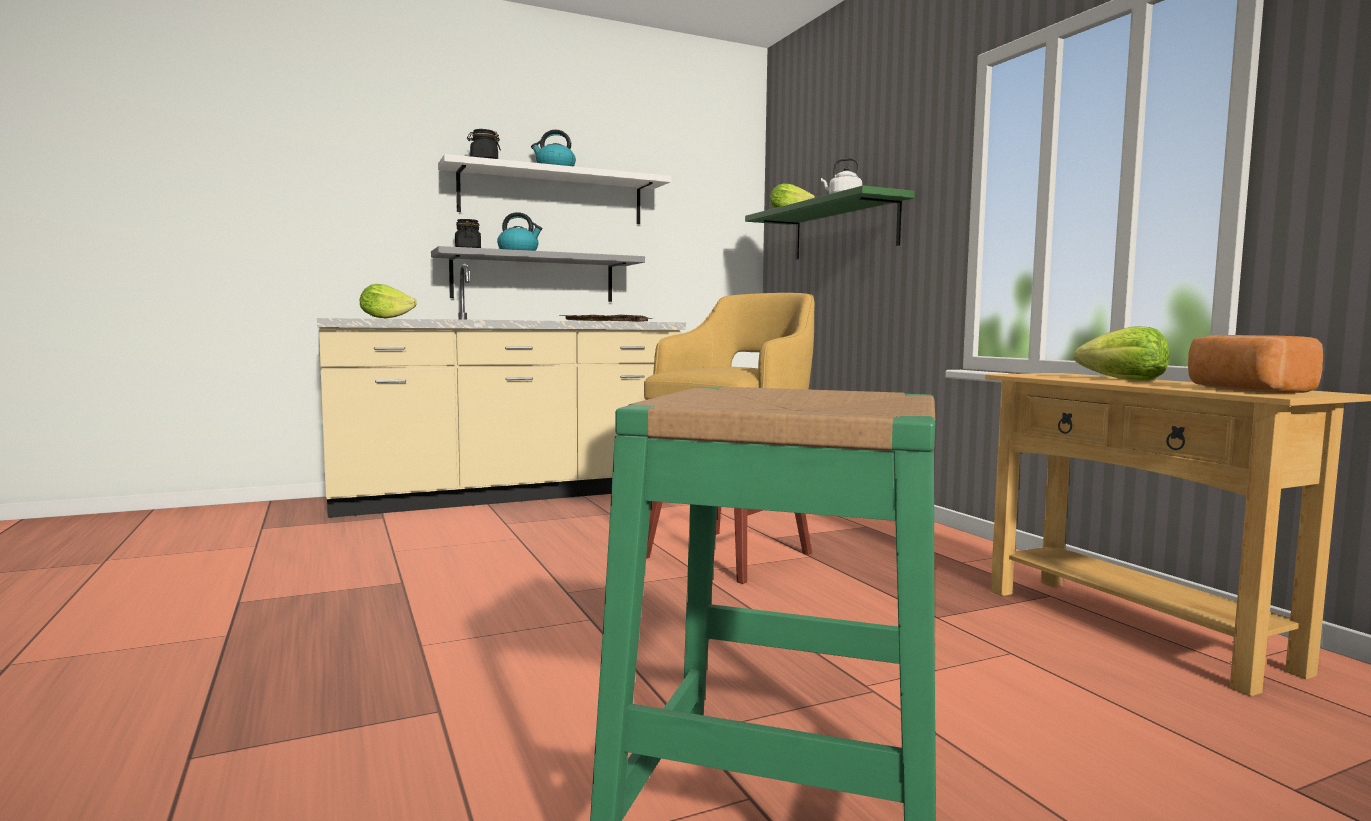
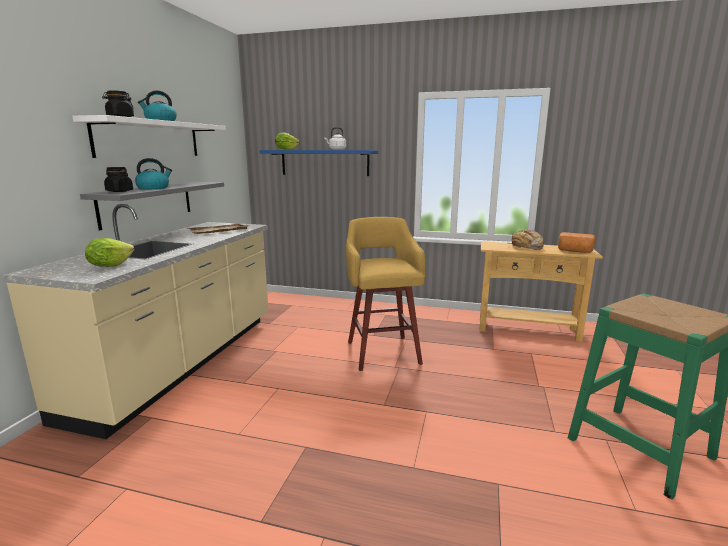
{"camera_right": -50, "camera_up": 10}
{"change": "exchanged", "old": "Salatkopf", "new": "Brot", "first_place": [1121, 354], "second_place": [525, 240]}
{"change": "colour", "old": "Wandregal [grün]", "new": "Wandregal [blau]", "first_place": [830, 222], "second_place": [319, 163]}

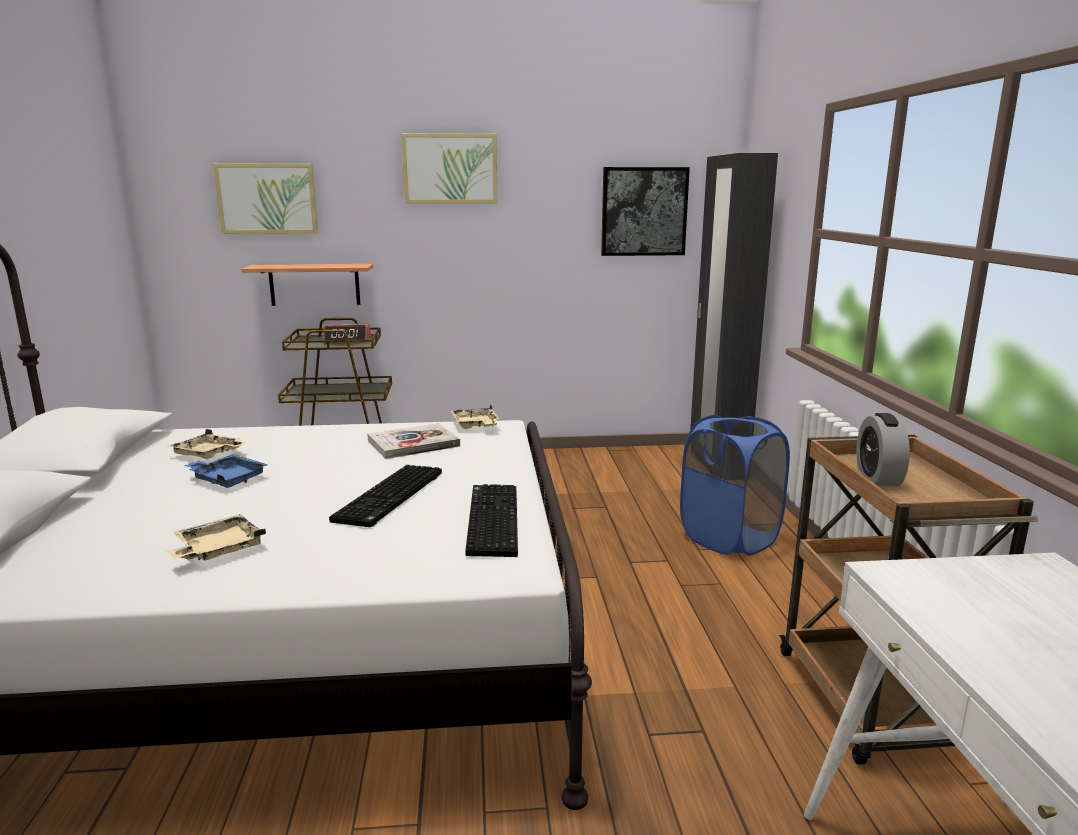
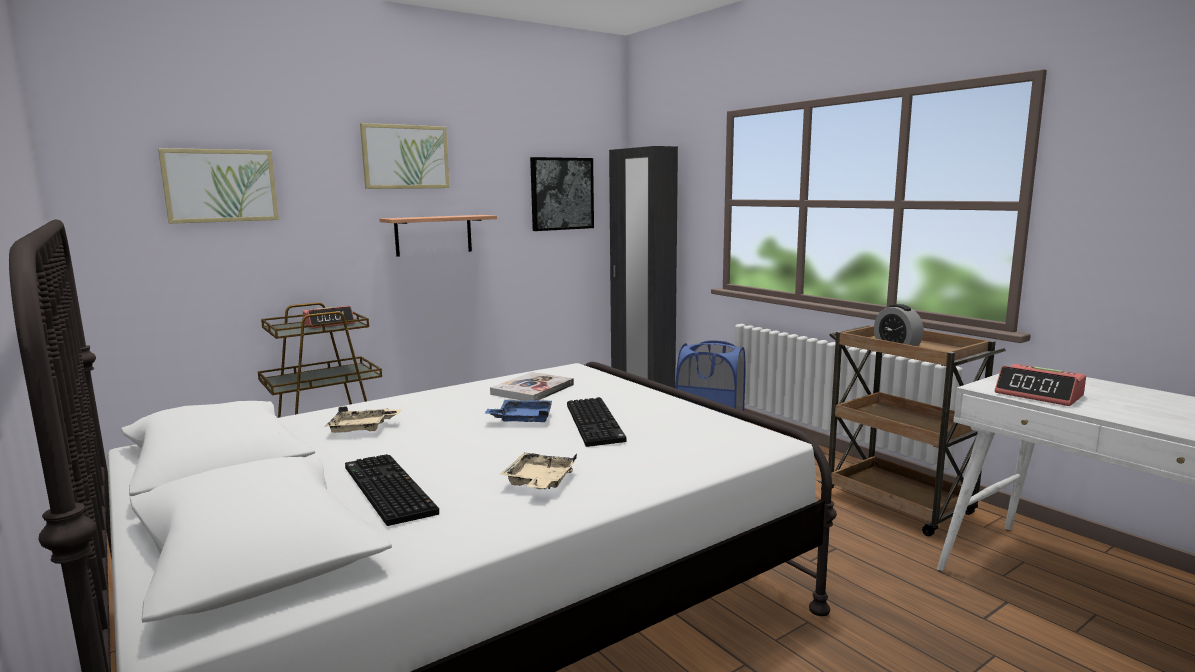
{"camera_right": -30, "camera_up": -5}
{"change": "missing", "old": "Tablett [beige]", "first_place": [475, 416]}
{"change": "appeared", "new": "Wecker", "second_place": [1040, 385]}
{"change": "relocated", "old": "Tablett [blau]", "first_place": [225, 471], "second_place": [518, 411]}
{"change": "relocated", "old": "Wandregal", "first_place": [307, 285], "second_place": [438, 236]}
{"change": "relocated", "old": "Tastatur", "first_place": [491, 520], "second_place": [392, 490]}

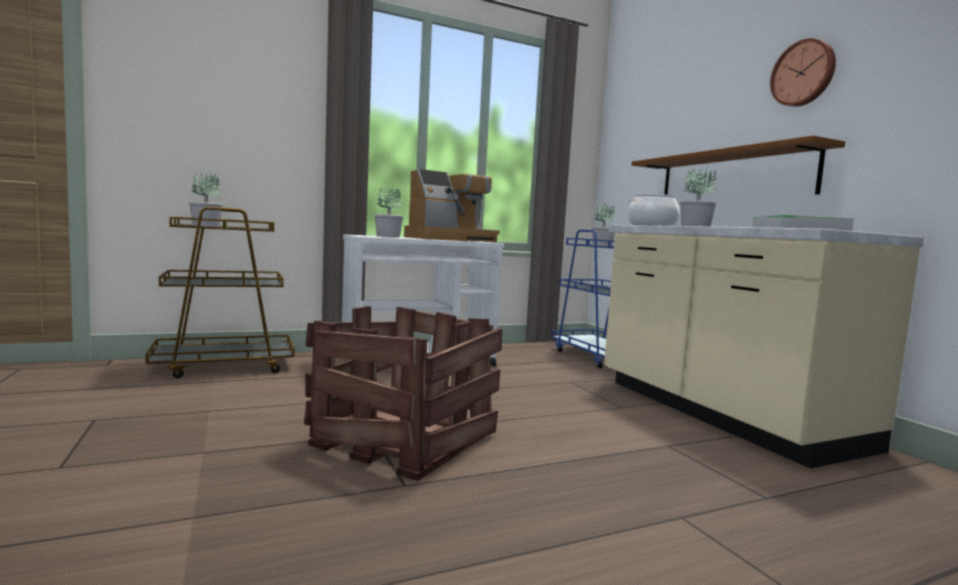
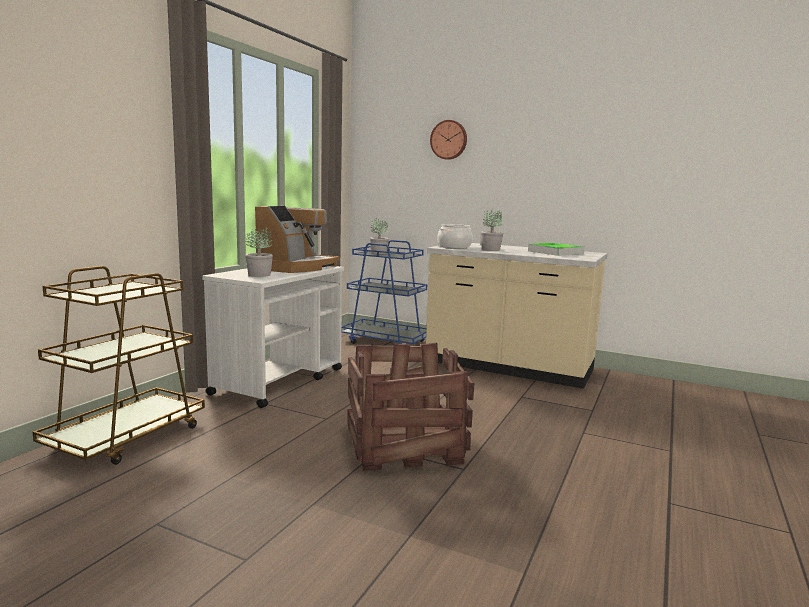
{"camera_right": -40, "camera_up": 5}
{"change": "missing", "old": "Topfpflanze", "first_place": [206, 199]}
{"change": "missing", "old": "Wandregal [braun]", "first_place": [738, 165]}
{"change": "relocated", "old": "Wanduhr", "first_place": [803, 72], "second_place": [448, 140]}

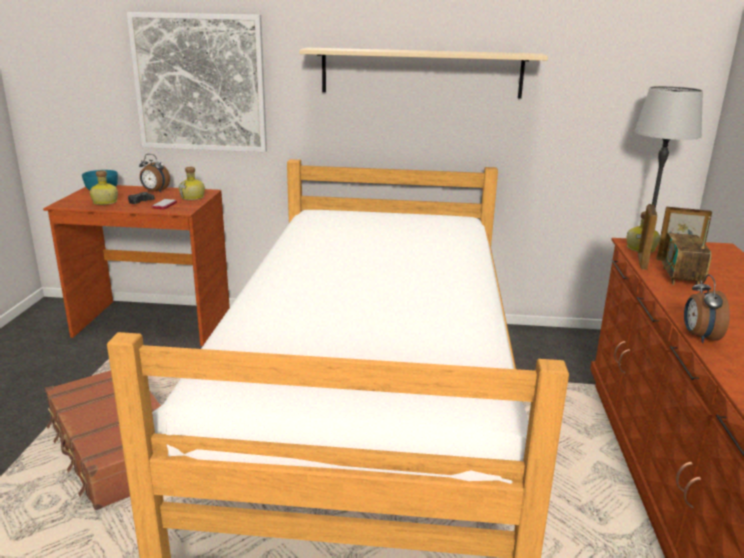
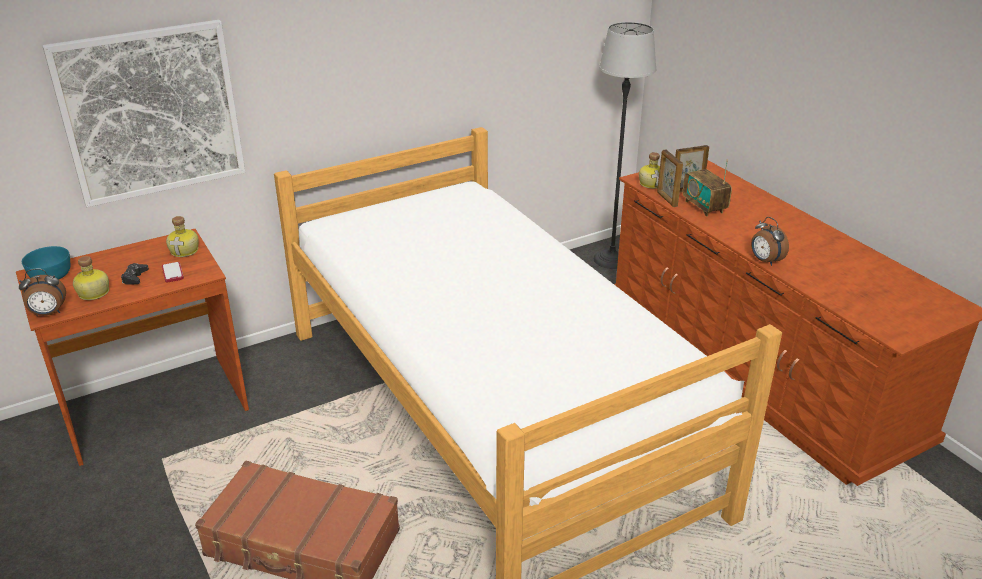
{"camera_right": -35, "camera_up": 10}
{"change": "missing", "old": "Wandregal [beige]", "first_place": [423, 73]}
{"change": "relocated", "old": "Wecker", "first_place": [154, 173], "second_place": [42, 292]}

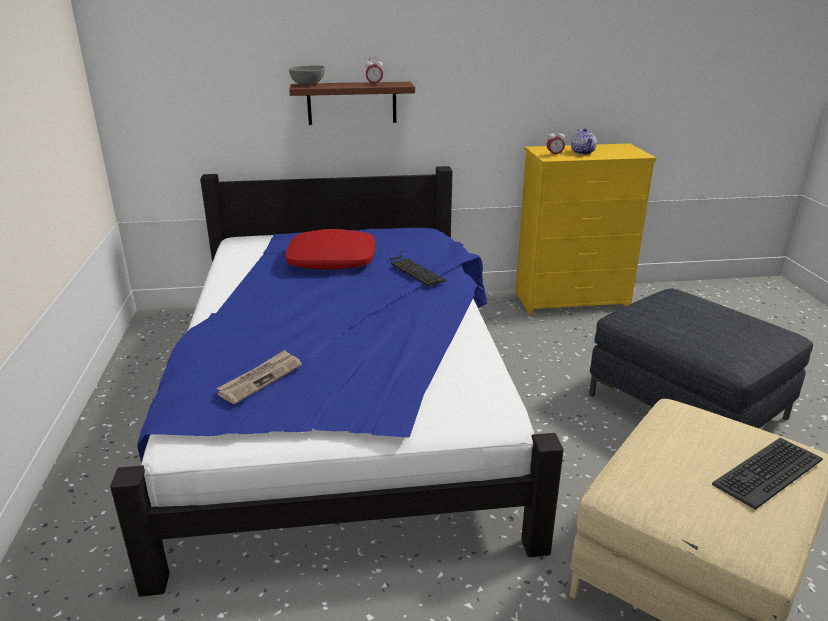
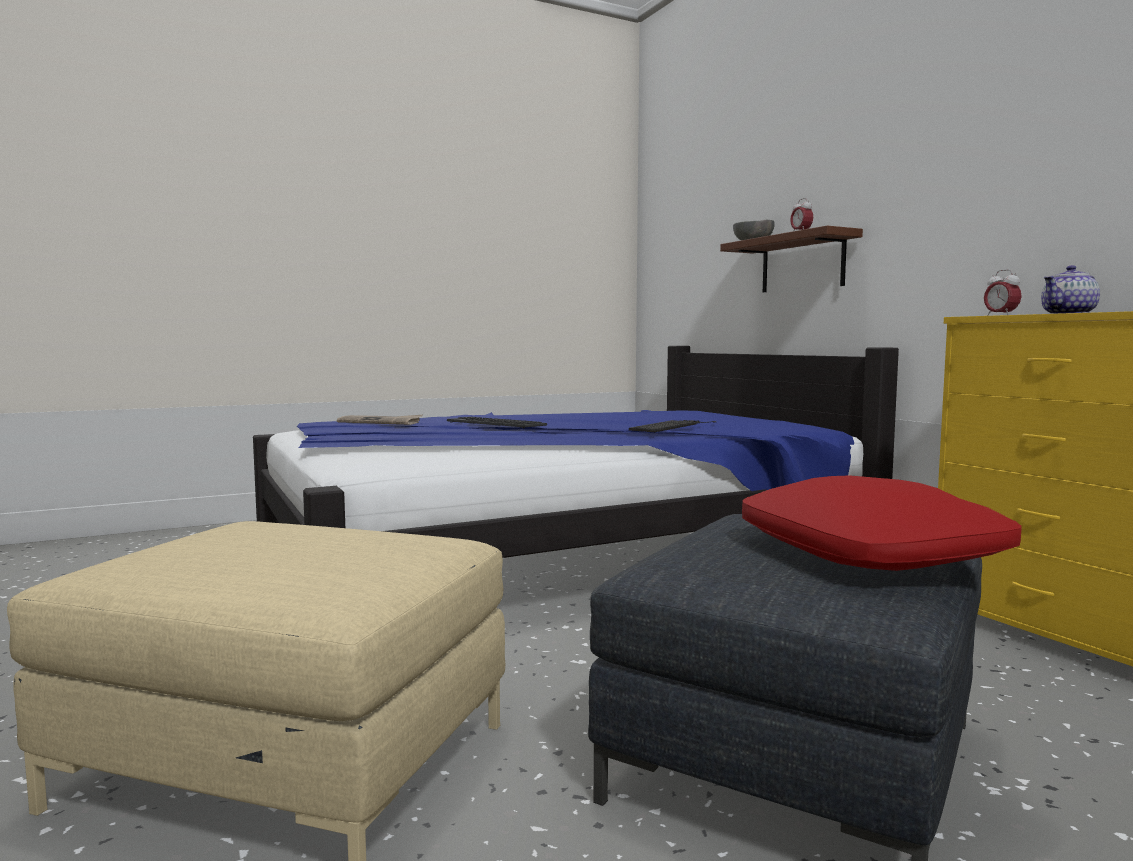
{"camera_right": 70, "camera_up": -20}
{"change": "relocated", "old": "Kissen [rot]", "first_place": [330, 249], "second_place": [882, 523]}
{"change": "relocated", "old": "Tastatur", "first_place": [767, 474], "second_place": [497, 422]}

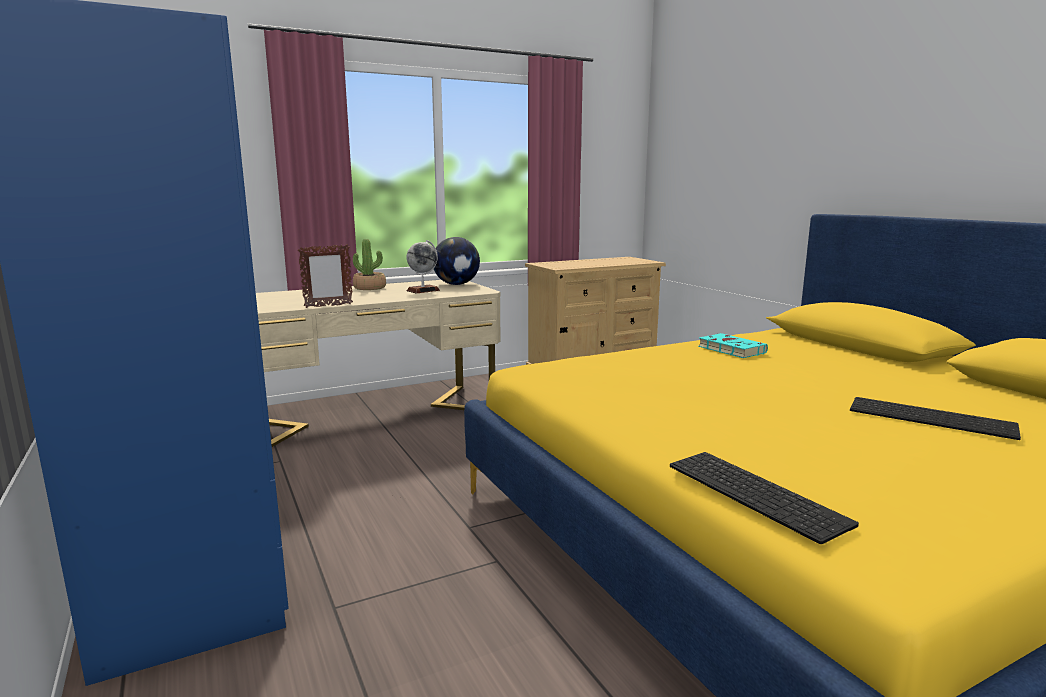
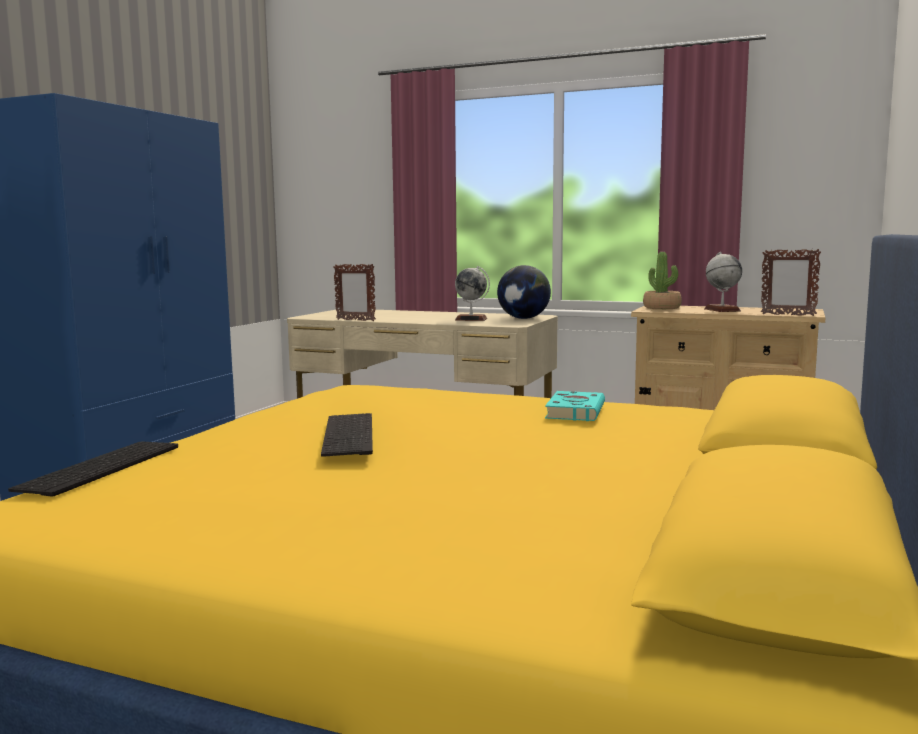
{"camera_right": 50, "camera_up": -5}
{"change": "appeared", "new": "Globus", "second_place": [723, 282]}
{"change": "appeared", "new": "Bilderrahmen", "second_place": [791, 282]}
{"change": "relocated", "old": "Topfpflanze", "first_place": [369, 264], "second_place": [662, 280]}
{"change": "relocated", "old": "Tastatur", "first_place": [935, 418], "second_place": [347, 435]}

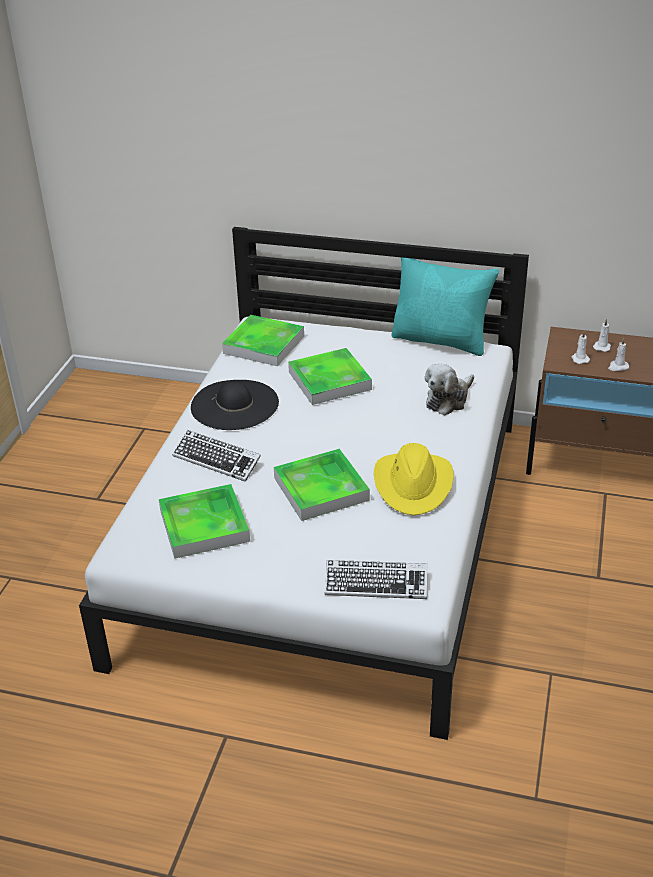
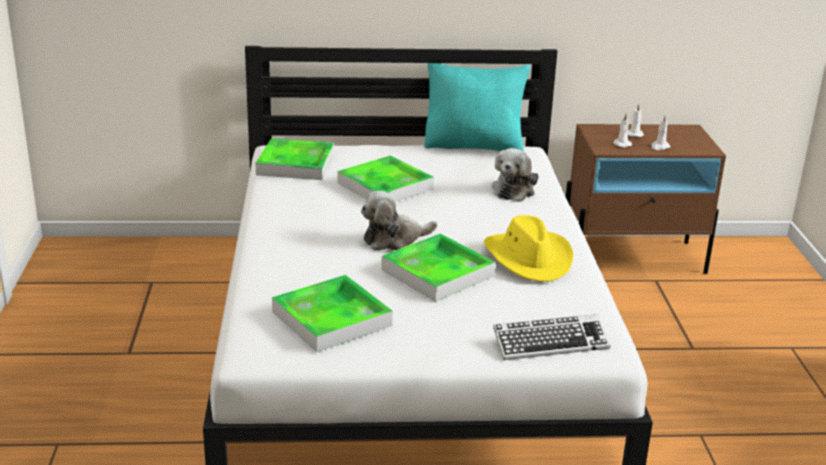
{"camera_right": -20, "camera_up": -10}
{"change": "missing", "old": "Tastatur", "first_place": [216, 456]}
{"change": "missing", "old": "Hut [schwarz]", "first_place": [235, 405]}
{"change": "appeared", "new": "Plüschtier", "second_place": [399, 221]}

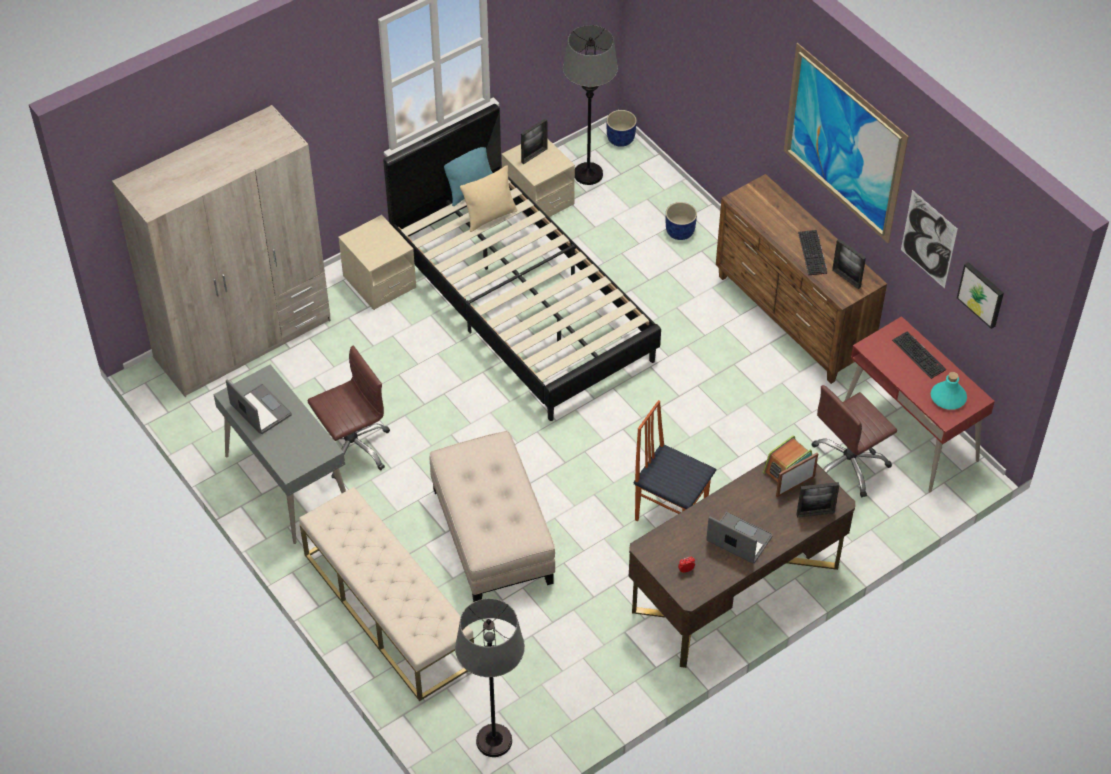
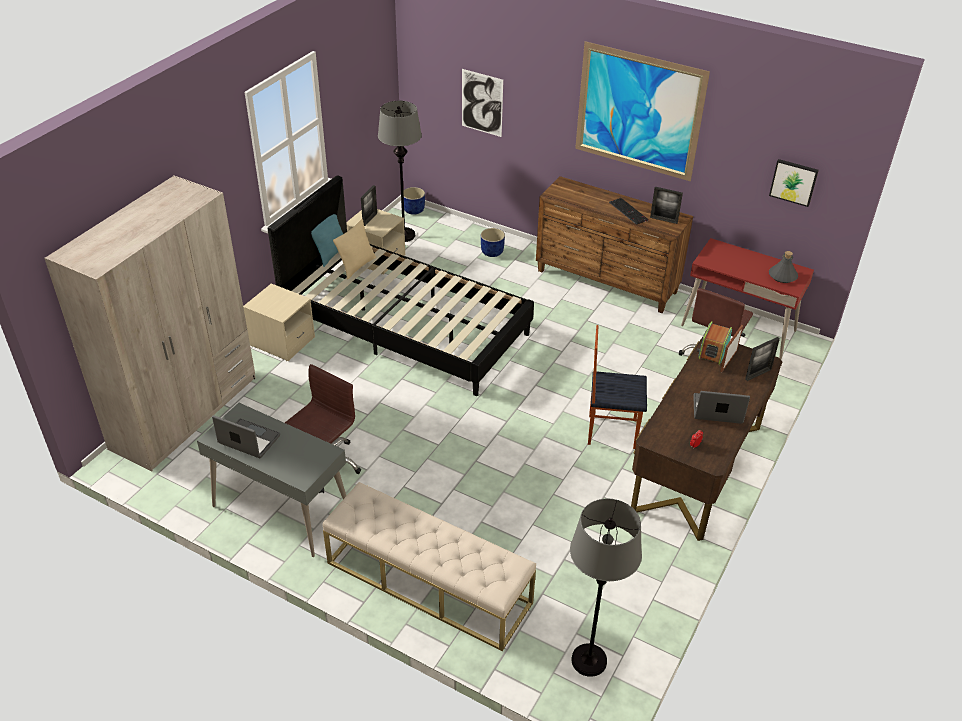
{"camera_right": -25, "camera_up": -10}
{"change": "missing", "old": "Polsterhocker [beige]", "first_place": [492, 516]}
{"change": "missing", "old": "Tastatur", "first_place": [919, 355]}
{"change": "relocated", "old": "Bild", "first_place": [929, 239], "second_place": [482, 103]}
{"change": "colour", "old": "Flasche [türkis]", "new": "Flasche [grau]", "first_place": [949, 391], "second_place": [783, 267]}

